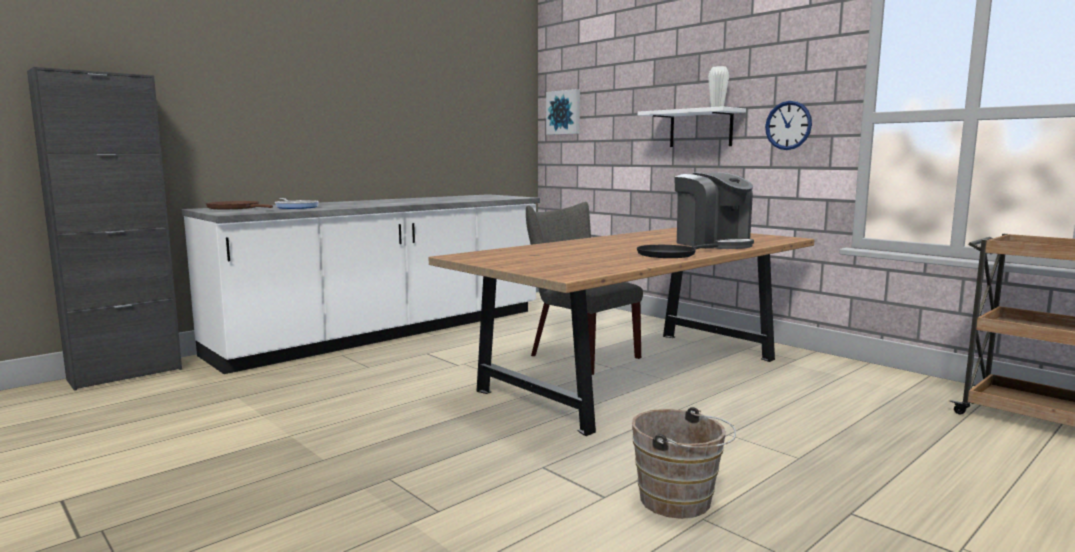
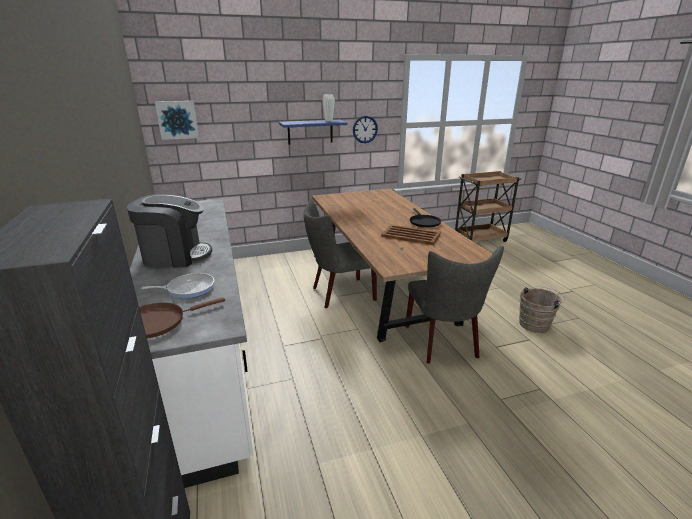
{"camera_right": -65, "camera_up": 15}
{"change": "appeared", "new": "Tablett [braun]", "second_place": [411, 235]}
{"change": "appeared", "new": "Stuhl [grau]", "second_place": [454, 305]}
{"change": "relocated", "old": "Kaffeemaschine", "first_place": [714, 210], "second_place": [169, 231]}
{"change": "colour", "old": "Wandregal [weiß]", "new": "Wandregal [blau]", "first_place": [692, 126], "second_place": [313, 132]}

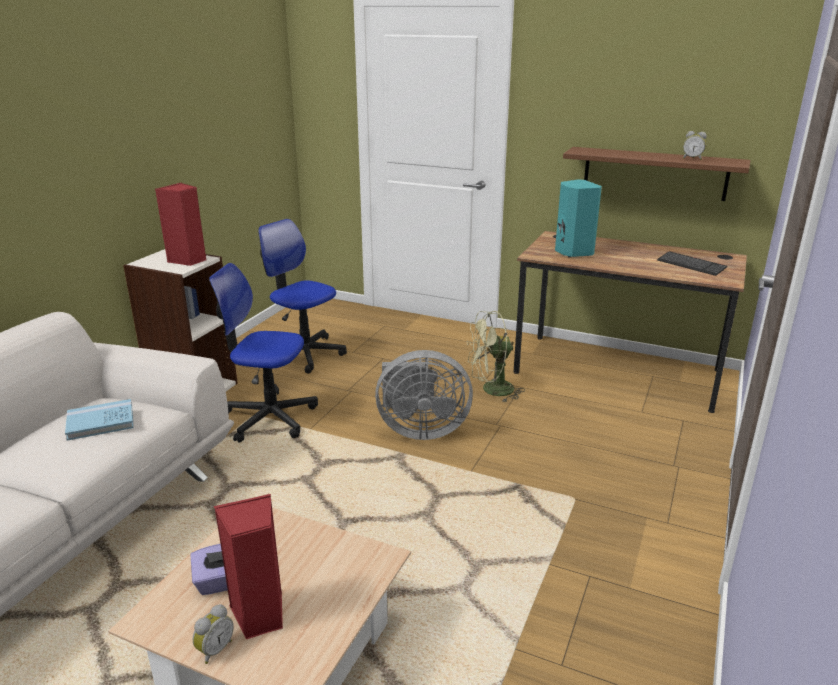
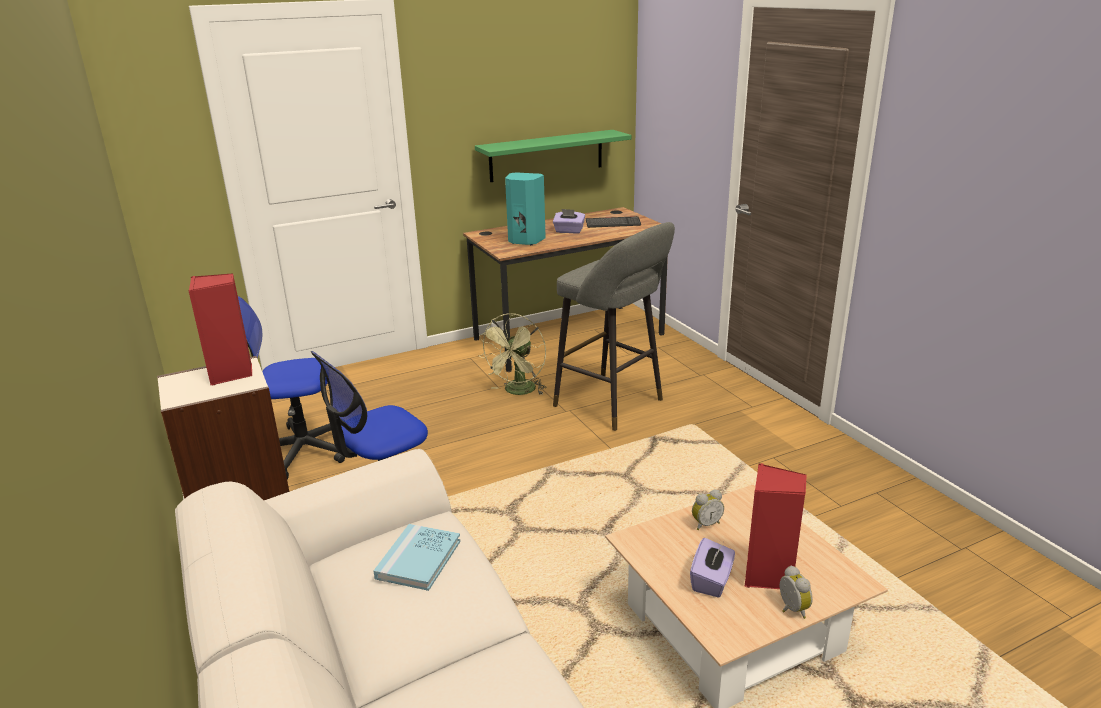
{"camera_right": -50, "camera_up": 0}
{"change": "missing", "old": "Ventilator [grau]", "first_place": [424, 395]}
{"change": "appeared", "new": "Taschentuchbox [lila]", "second_place": [569, 221]}
{"change": "appeared", "new": "Hocker [grau]", "second_place": [614, 326]}
{"change": "relocated", "old": "Wecker", "first_place": [695, 145], "second_place": [708, 510]}
{"change": "colour", "old": "Wandregal [braun]", "new": "Wandregal [grün]", "first_place": [657, 174], "second_place": [553, 156]}

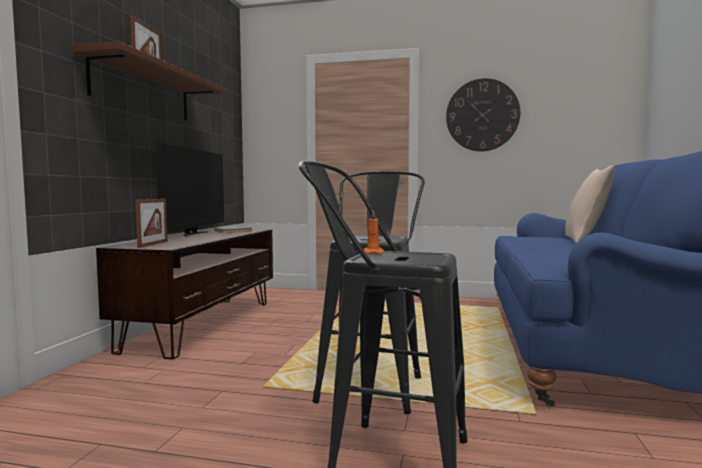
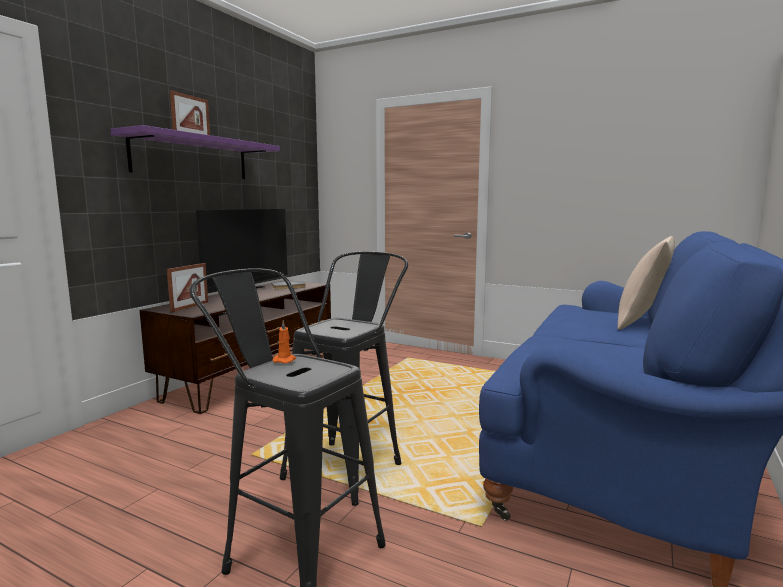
{"camera_right": 15, "camera_up": 5}
{"change": "missing", "old": "Wanduhr", "first_place": [483, 115]}
{"change": "colour", "old": "Wandregal [braun]", "new": "Wandregal [lila]", "first_place": [149, 81], "second_place": [195, 152]}

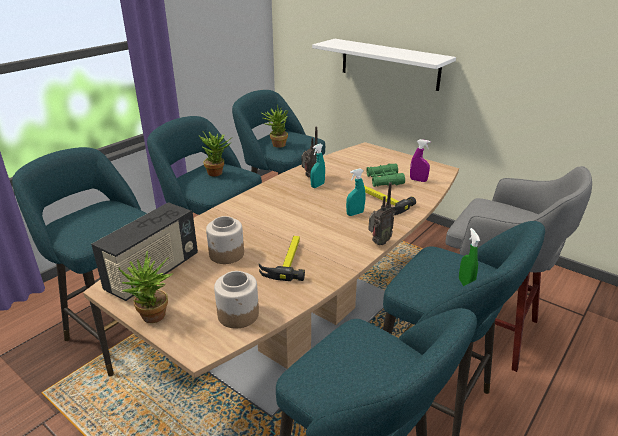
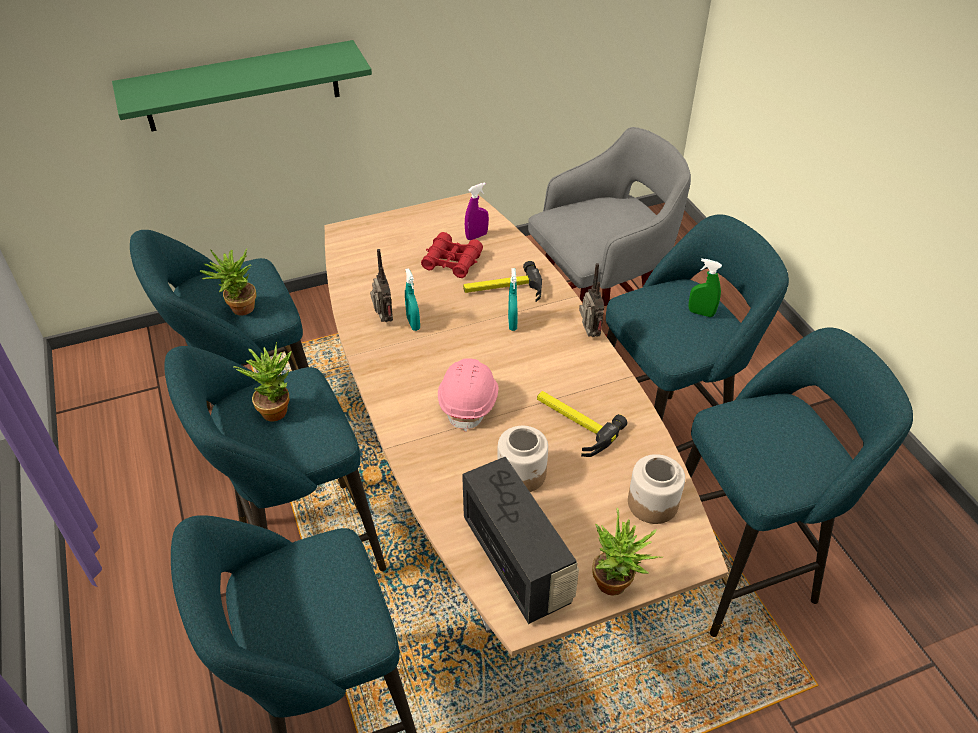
{"camera_right": -60, "camera_up": 15}
{"change": "appeared", "new": "Schutzhelm [rosa]", "second_place": [468, 395]}
{"change": "colour", "old": "Wandregal [weiß]", "new": "Wandregal [grün]", "first_place": [384, 65], "second_place": [242, 85]}
{"change": "colour", "old": "Fernglas [grün]", "new": "Fernglas [rot]", "first_place": [385, 175], "second_place": [452, 255]}

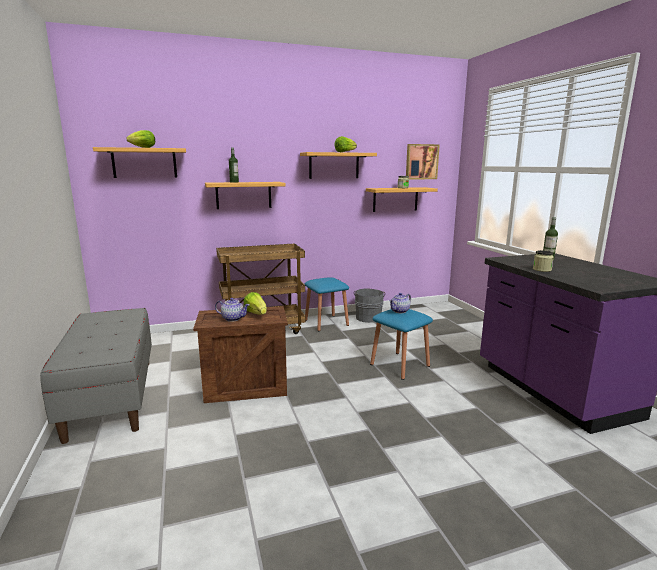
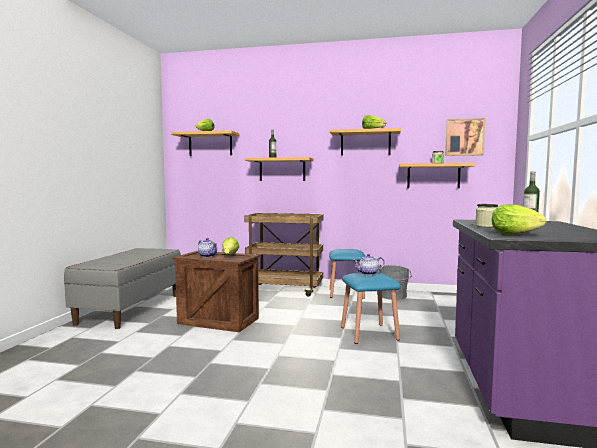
{"camera_right": 30, "camera_up": -10}
{"change": "appeared", "new": "Salatkopf", "second_place": [519, 219]}

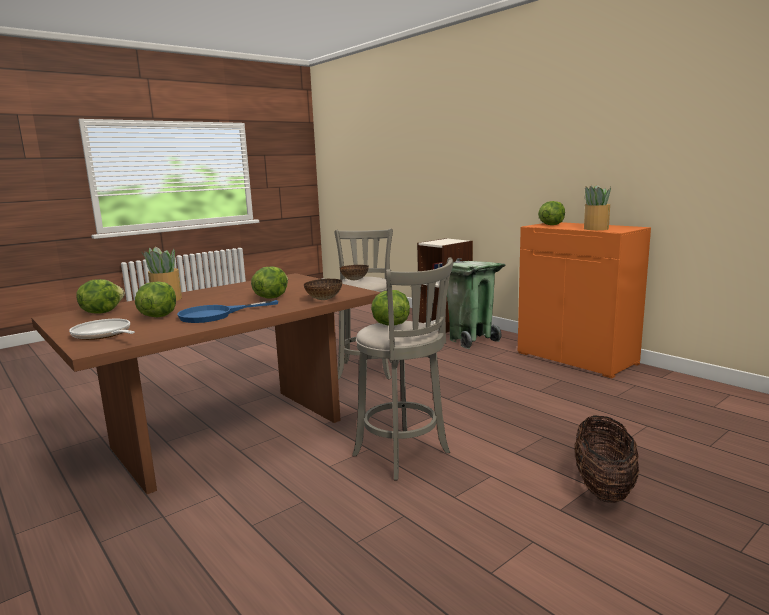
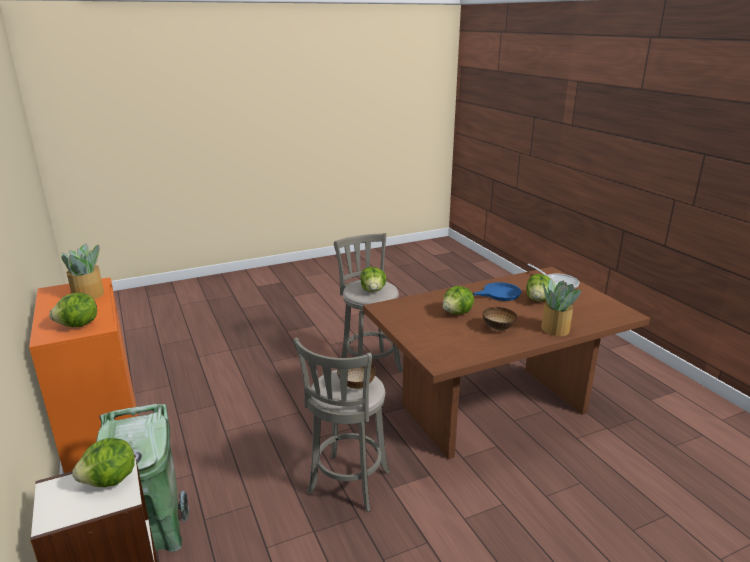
{"camera_right": -165, "camera_up": 10}
{"change": "missing", "old": "Korb", "first_place": [606, 459]}
{"change": "relocated", "old": "Salatkopf", "first_place": [100, 296], "second_place": [103, 462]}
{"change": "relocated", "old": "Schüssel", "first_place": [323, 289], "second_place": [500, 318]}

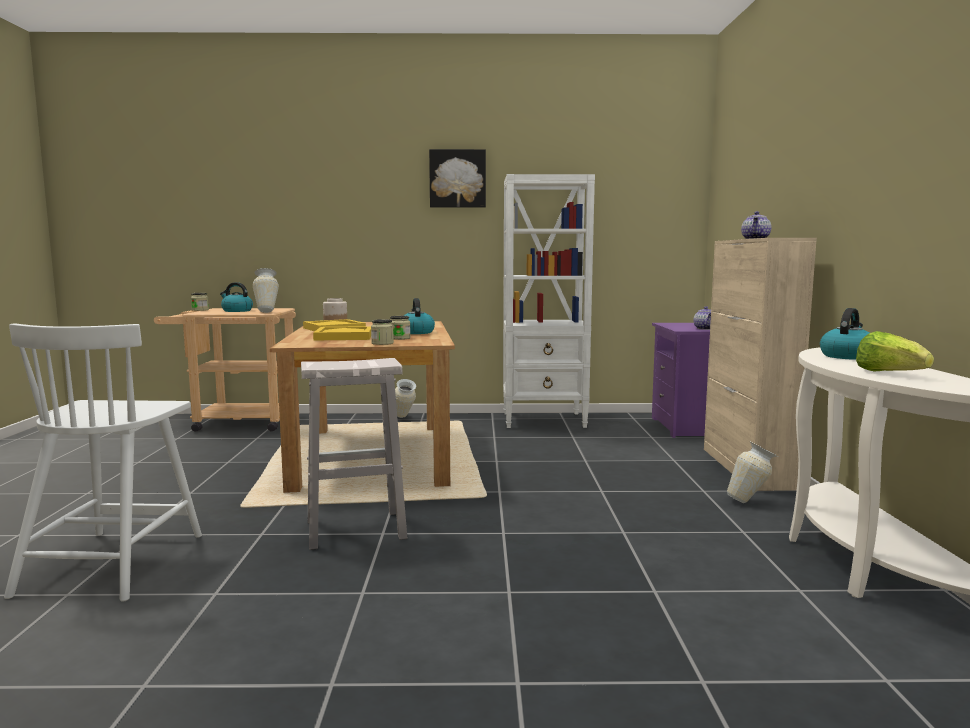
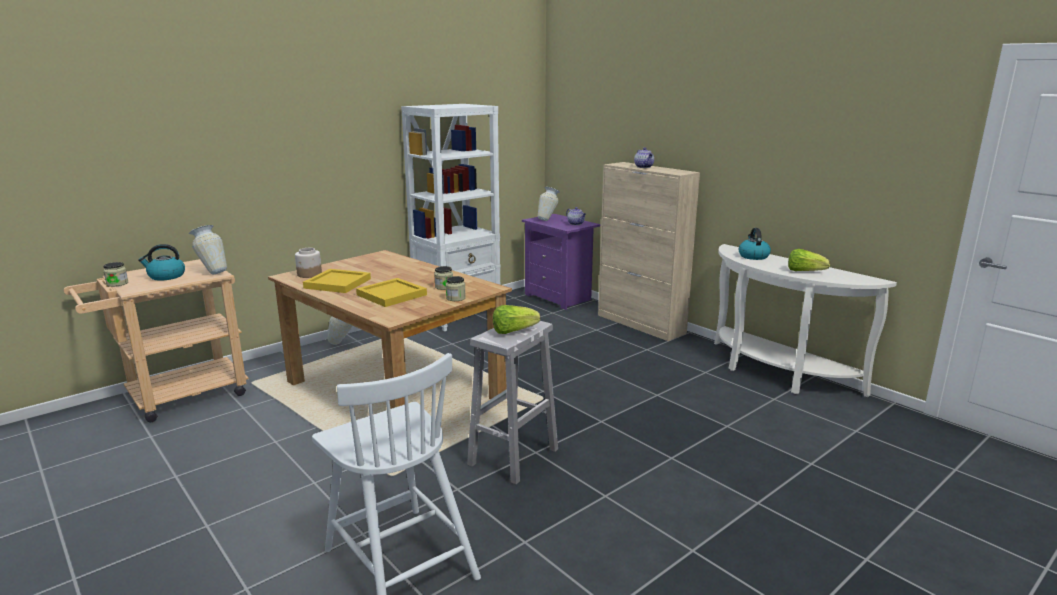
{"camera_right": -40, "camera_up": 10}
{"change": "missing", "old": "Wasserkessel", "first_place": [419, 316]}
{"change": "missing", "old": "Bild", "first_place": [457, 178]}
{"change": "appeared", "new": "Salatkopf", "second_place": [516, 319]}
{"change": "relocated", "old": "Vase", "first_place": [752, 472], "second_place": [549, 204]}

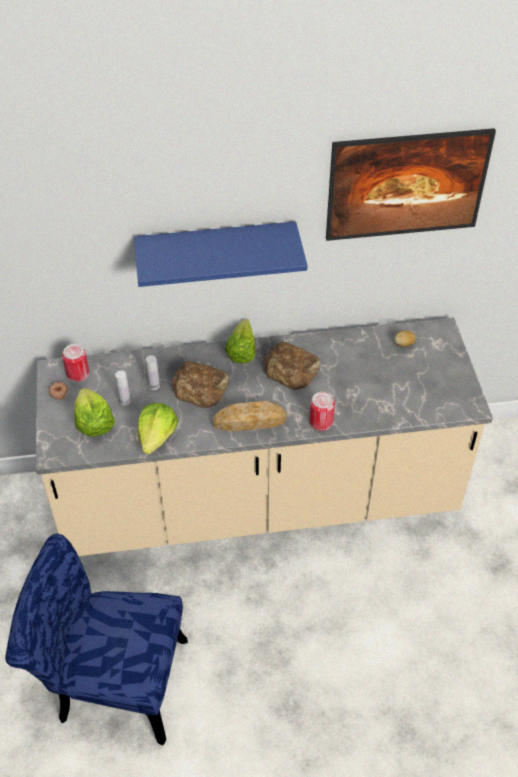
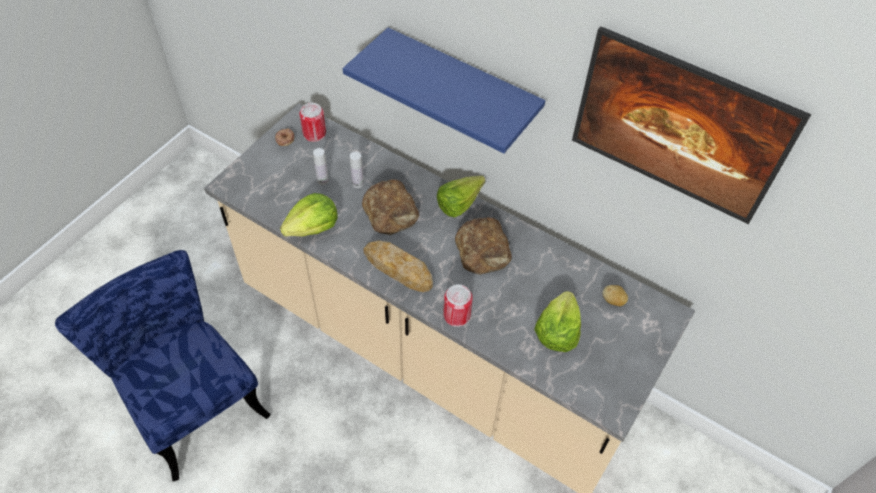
{"camera_right": 40, "camera_up": 5}
{"change": "relocated", "old": "Salatkopf", "first_place": [94, 412], "second_place": [557, 321]}

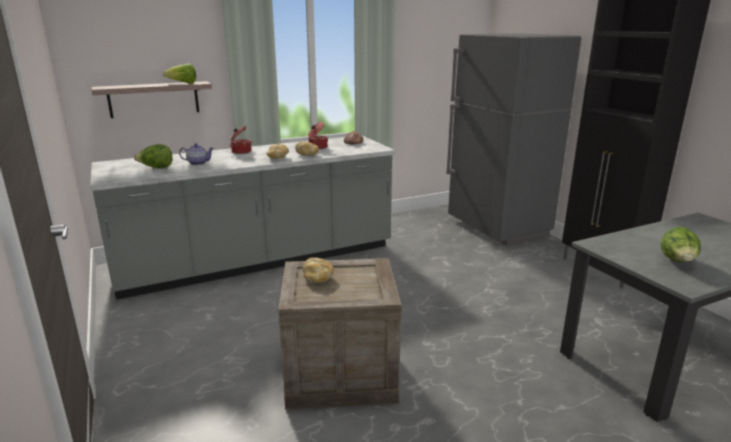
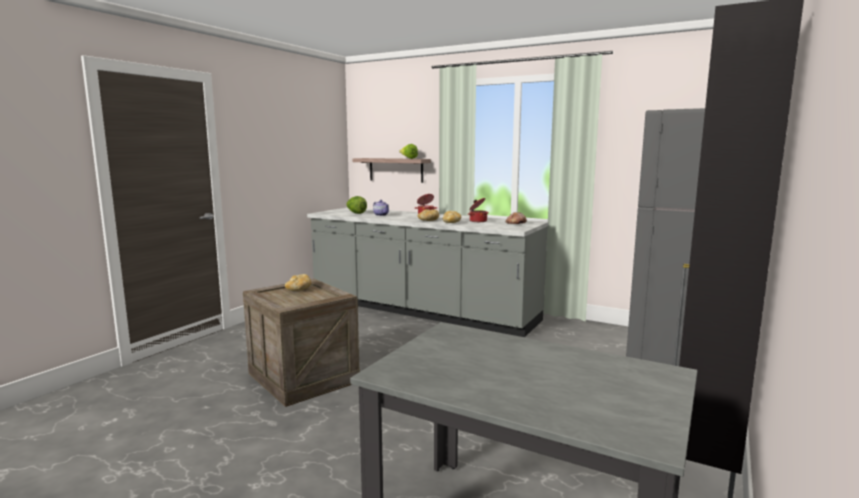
{"camera_right": 55, "camera_up": -10}
{"change": "missing", "old": "Salatkopf", "first_place": [681, 244]}

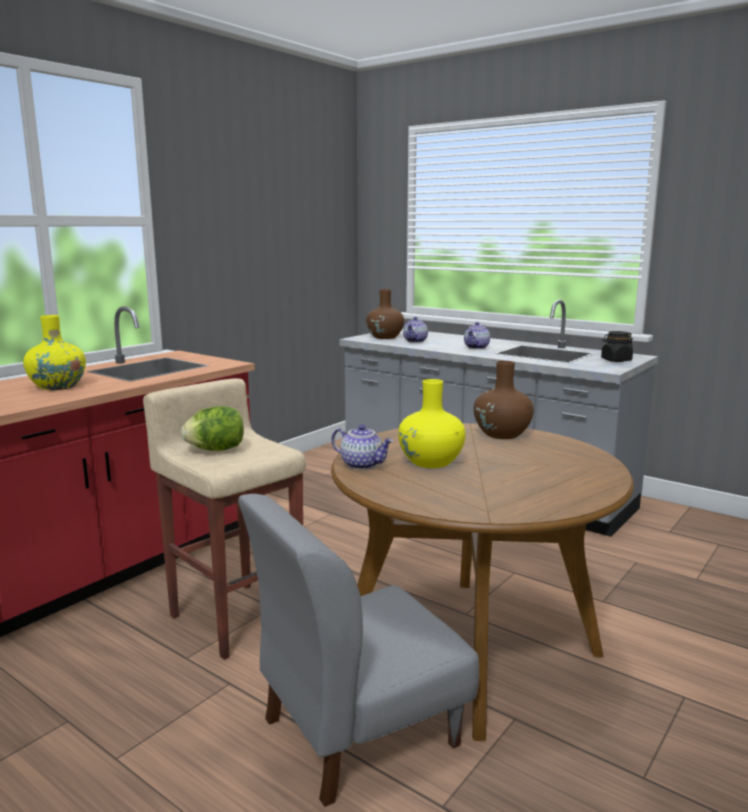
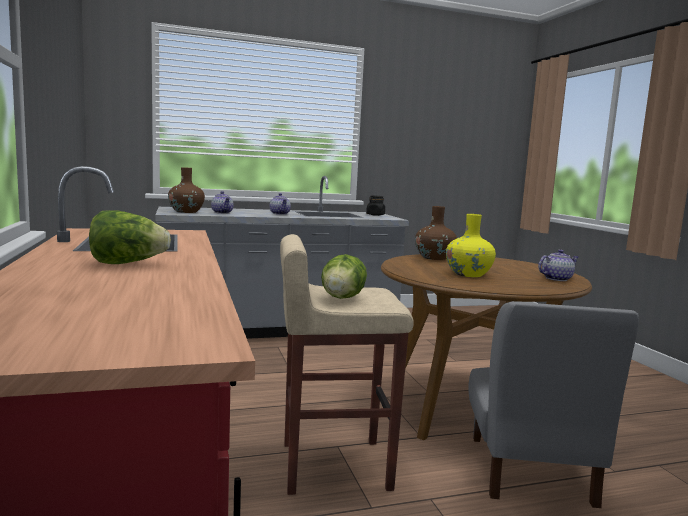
{"camera_right": -55, "camera_up": -5}
{"change": "relocated", "old": "Teekanne", "first_place": [362, 447], "second_place": [558, 265]}
{"change": "exchanged", "old": "Vase [gelb]", "new": "Salatkopf", "first_place": [54, 352], "second_place": [130, 237]}

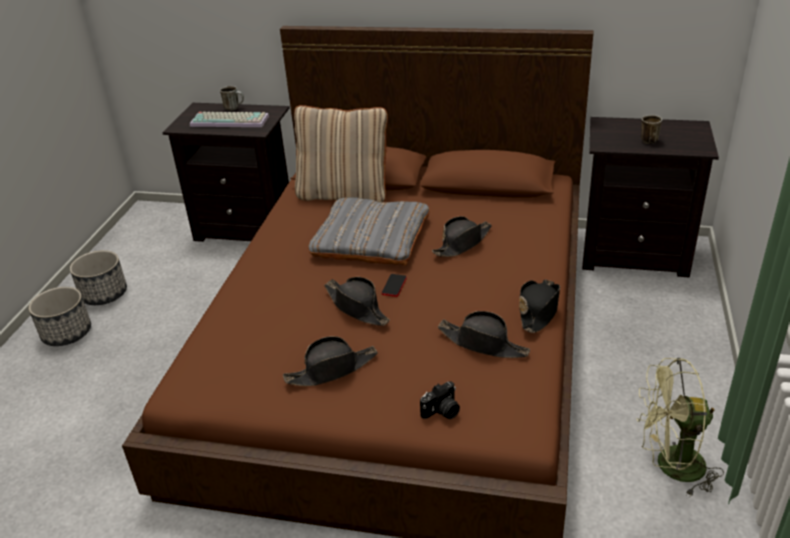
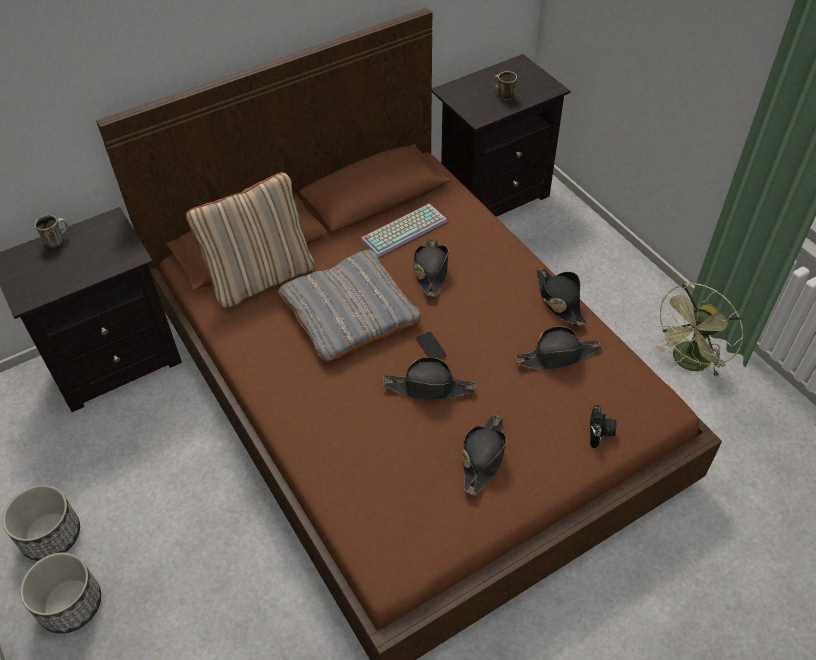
{"camera_right": -45, "camera_up": 15}
{"change": "relocated", "old": "Tastatur", "first_place": [229, 119], "second_place": [404, 230]}

